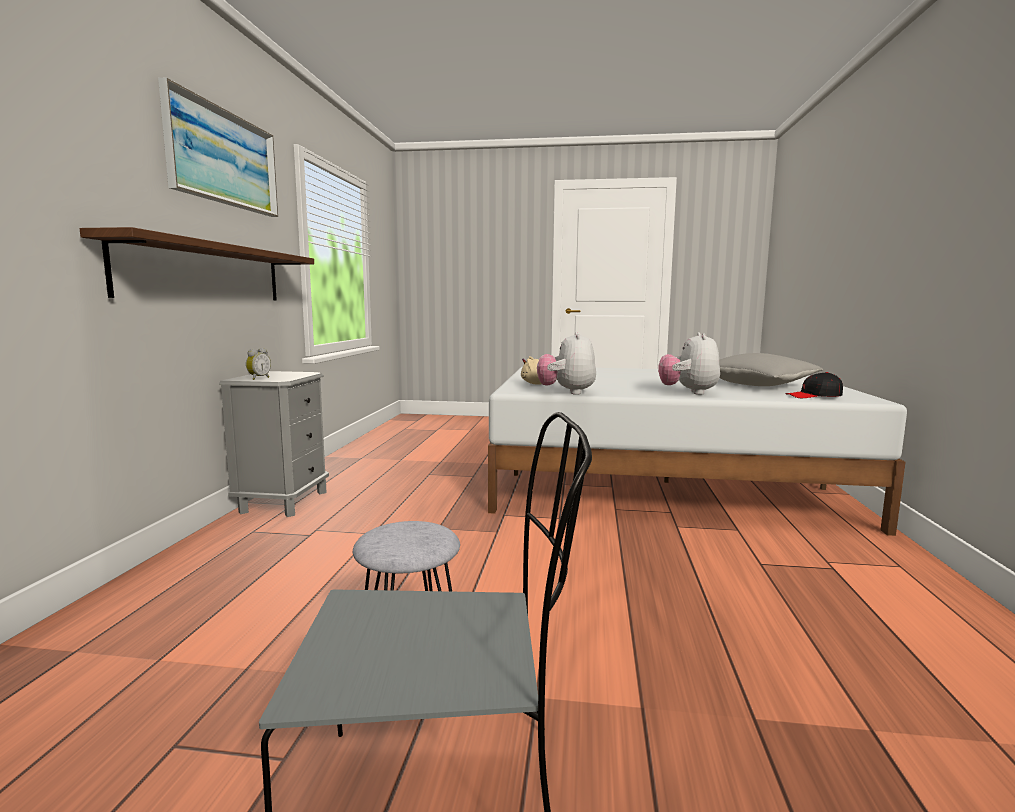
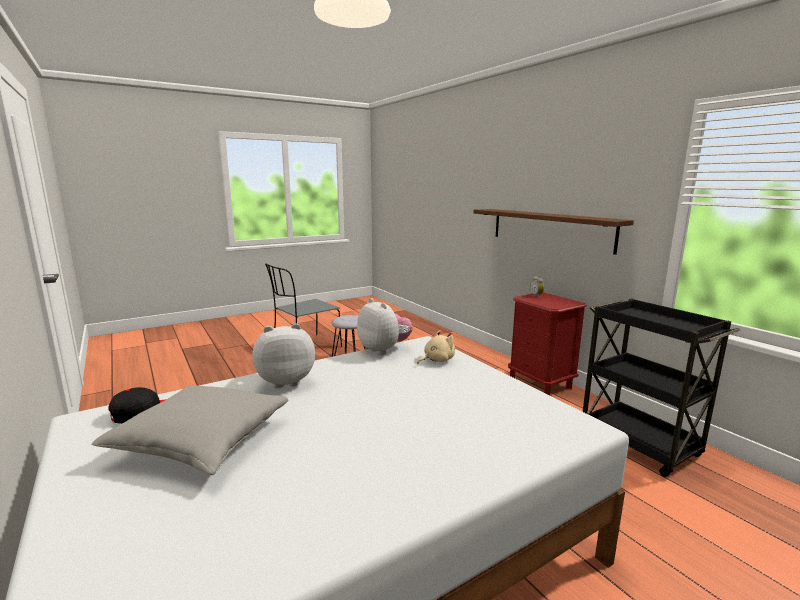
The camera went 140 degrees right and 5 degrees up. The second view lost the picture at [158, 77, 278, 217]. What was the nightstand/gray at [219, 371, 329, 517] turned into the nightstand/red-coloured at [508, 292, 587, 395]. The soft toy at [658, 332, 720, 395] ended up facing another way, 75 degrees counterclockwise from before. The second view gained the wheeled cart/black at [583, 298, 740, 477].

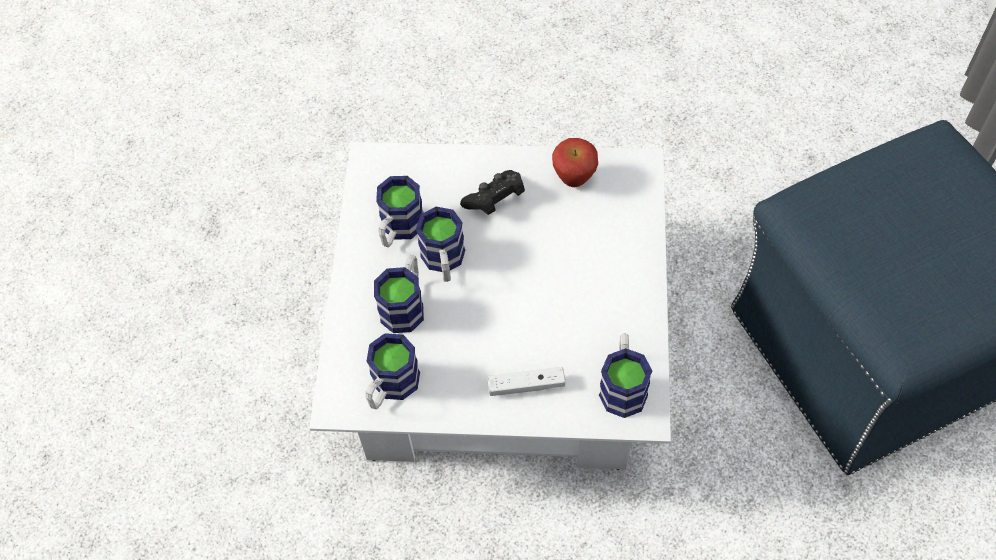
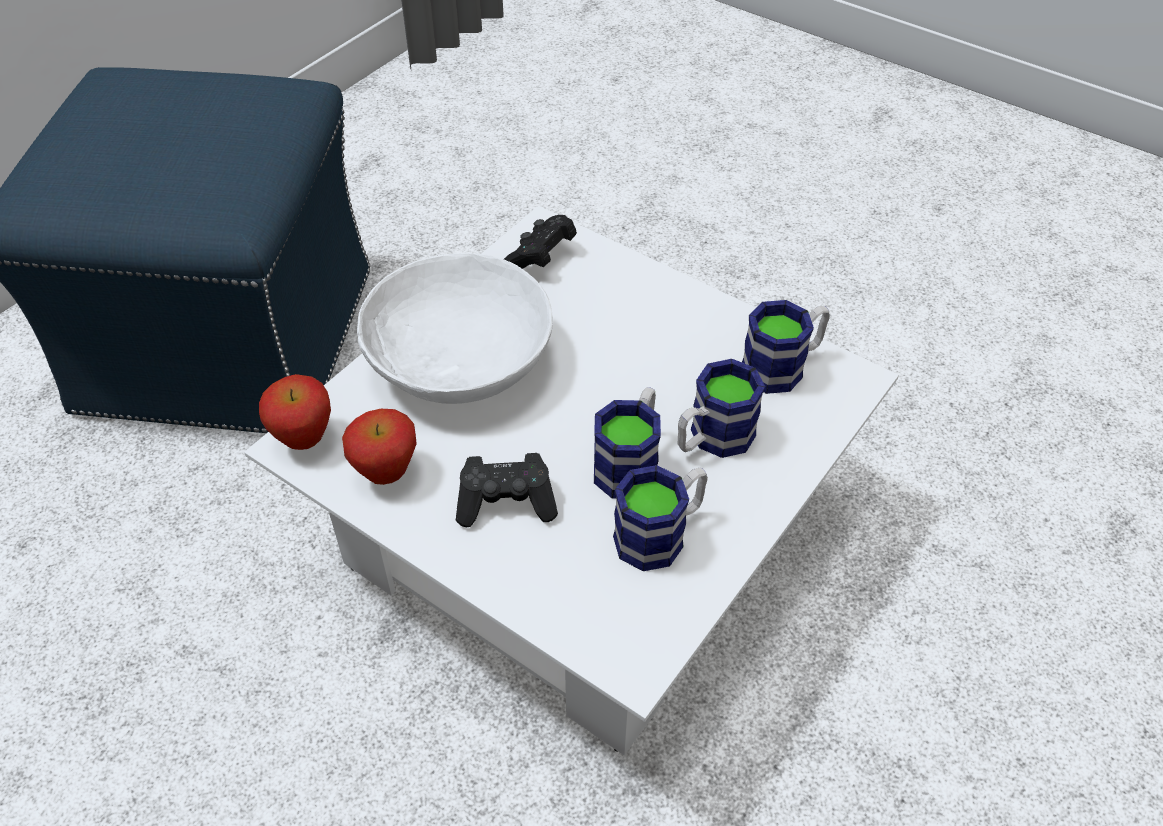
The camera went 150 degrees left and 10 degrees down. The second view lost the joypad/white-coloured at [487, 367, 565, 396]. Where the coffee mug stood at [599, 334, 652, 418], the joypad/black came to stand at [504, 215, 577, 269]. The second view gained the apple at [259, 374, 331, 450]. The second view gained the bowl/white-coloured at [357, 253, 553, 404].

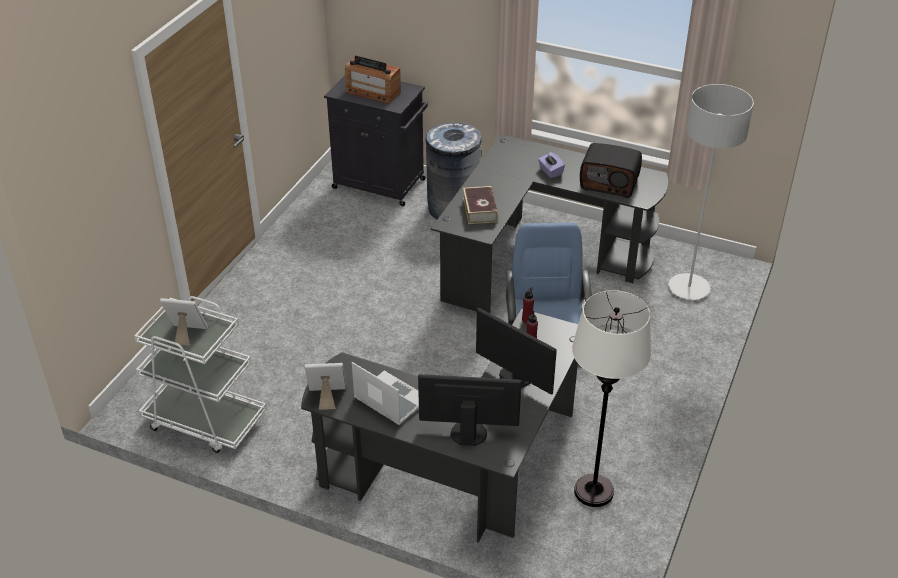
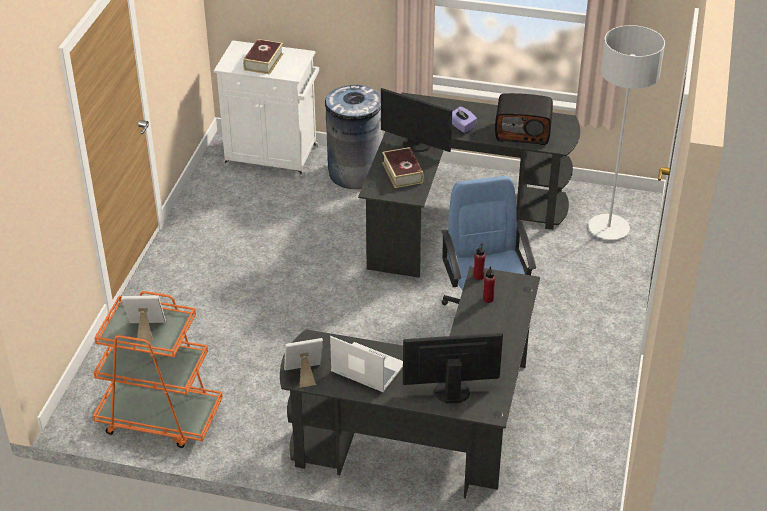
The camera went 10 degrees left and 0 degrees up. What was the wheeled cart/white-coloured at [134, 296, 267, 453] turned into the wheeled cart/orange-coloured at [93, 291, 223, 448]. What was the storage cabinet/black at [324, 75, 428, 206] turned into the storage cabinet/white-coloured at [214, 40, 319, 176]. Where the radio set stood at [345, 56, 401, 104], the book came to stand at [243, 39, 284, 75]. The monitor ended up elsewhere, having gone from [476, 308, 557, 394] to [381, 88, 452, 152]. The second view lost the standing lamp/white-coloured at [572, 290, 652, 507].

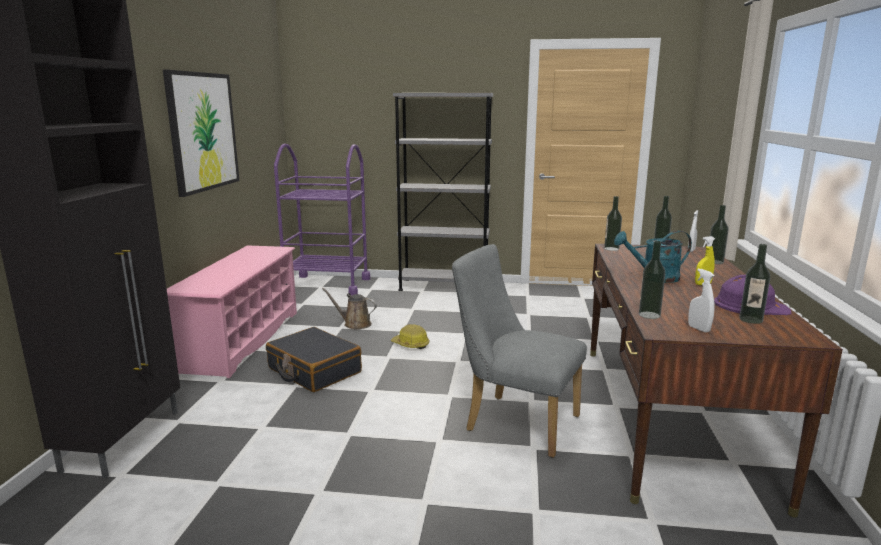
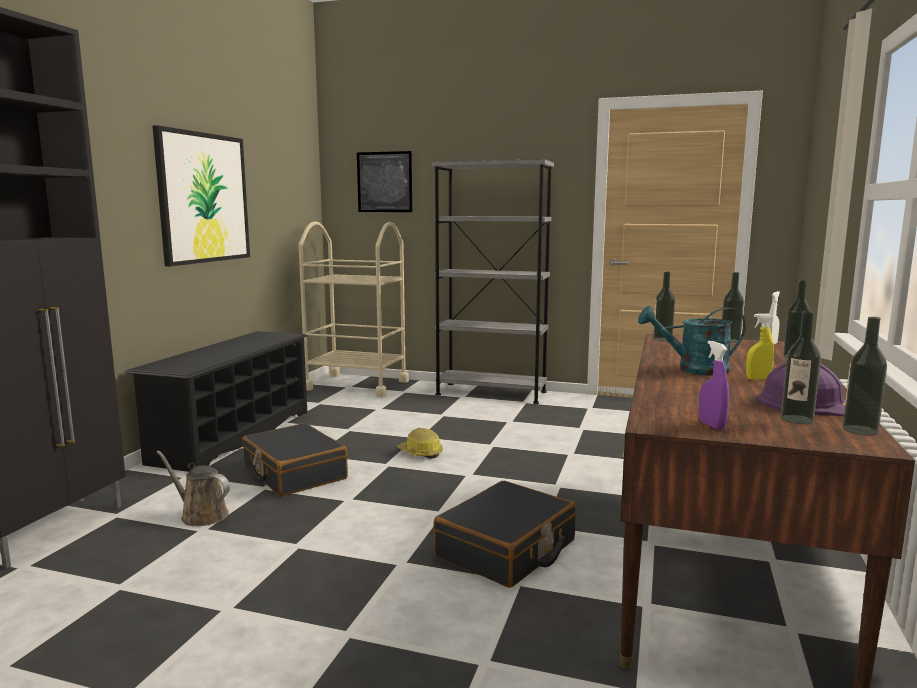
The camera went 10 degrees right and 5 degrees down. What was the shoe rack/pink-coloured at [167, 245, 297, 378] turned into the shoe rack/black at [124, 331, 308, 472]. What was the wheeled cart/purple at [274, 144, 370, 296] turned into the wheeled cart/sand-coloured at [298, 221, 409, 398]. The watering can/brownish ended up elsewhere, having gone from [322, 288, 377, 329] to [156, 450, 230, 526]. Where the plain chair/gray stood at [452, 244, 587, 458], the suitcase/black came to stand at [433, 481, 576, 588]. The beverage bottle ended up elsewhere, having gone from [639, 241, 665, 319] to [842, 317, 887, 435]. What was the spray bottle/white-coloured at [688, 268, 715, 333] turned into the spray bottle/purple at [699, 341, 729, 430]. The second view gained the picture at [357, 151, 412, 212].

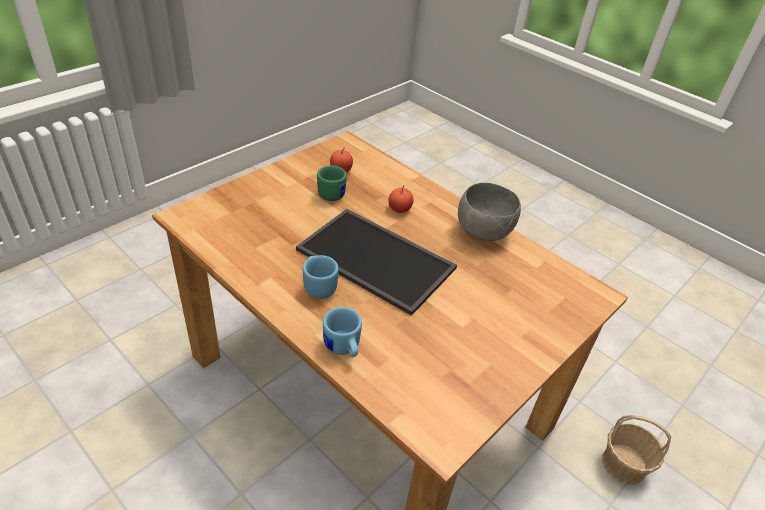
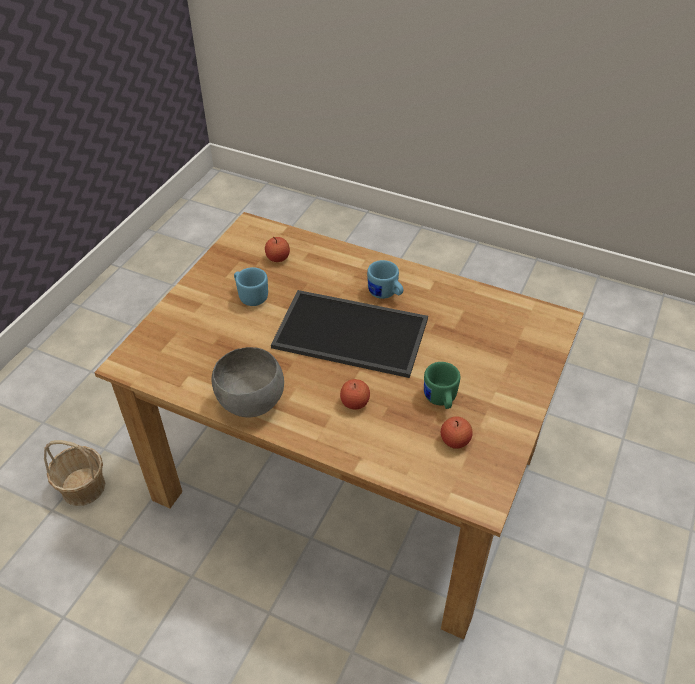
The camera went 165 degrees right and 5 degrees up. The coffee mug/blue-coloured ended up elsewhere, having gone from [323, 307, 362, 357] to [234, 267, 268, 306]. The second view gained the apple at [265, 237, 290, 262].

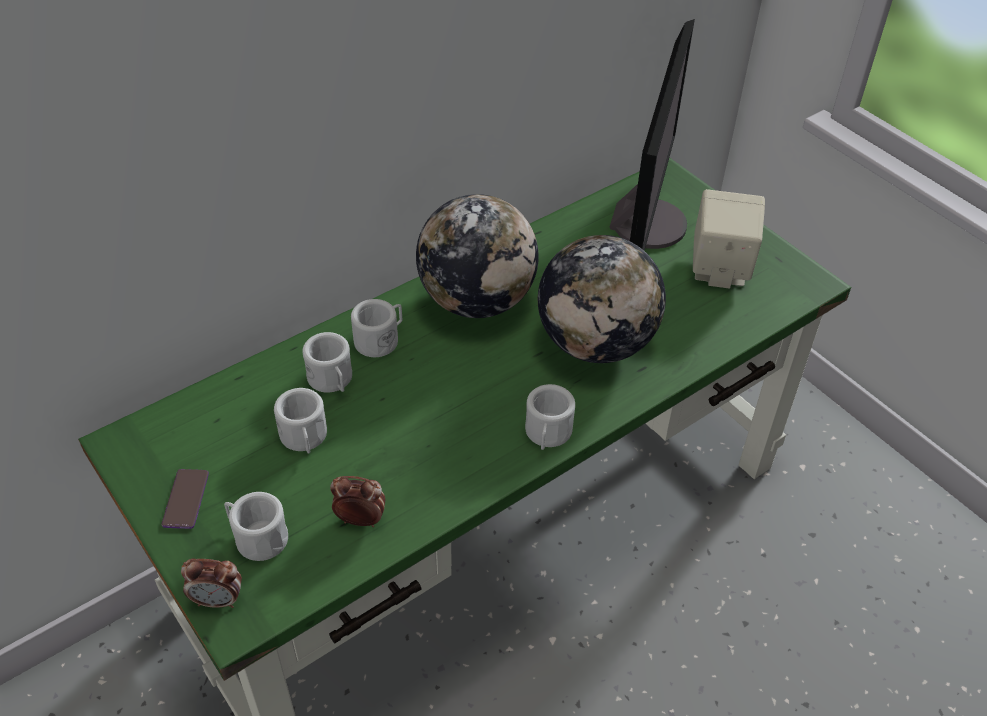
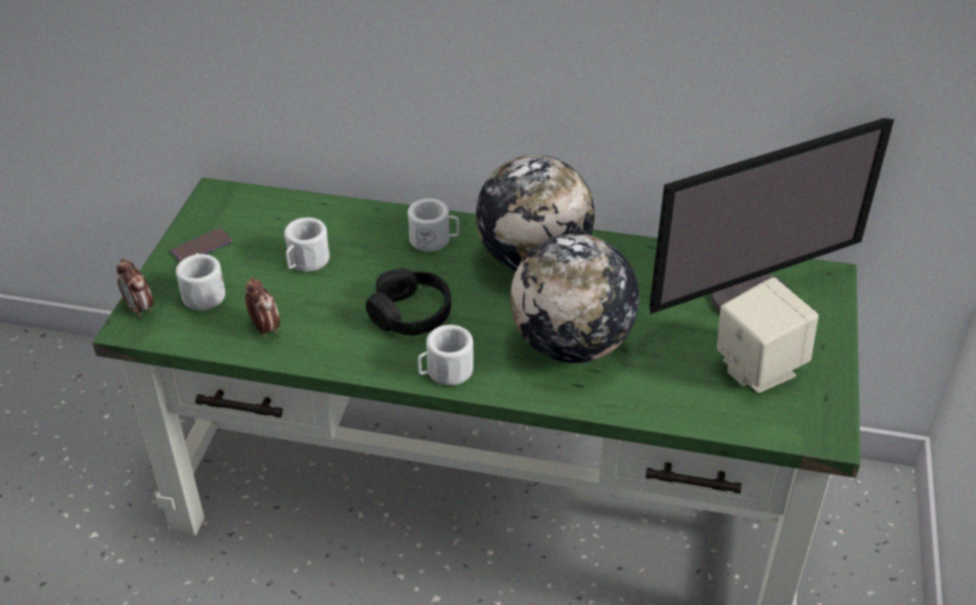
The camera went 50 degrees right and 5 degrees down. The second view lost the coffee mug/white-coloured at [302, 332, 352, 392]. The second view gained the headset/black at [366, 268, 451, 336].

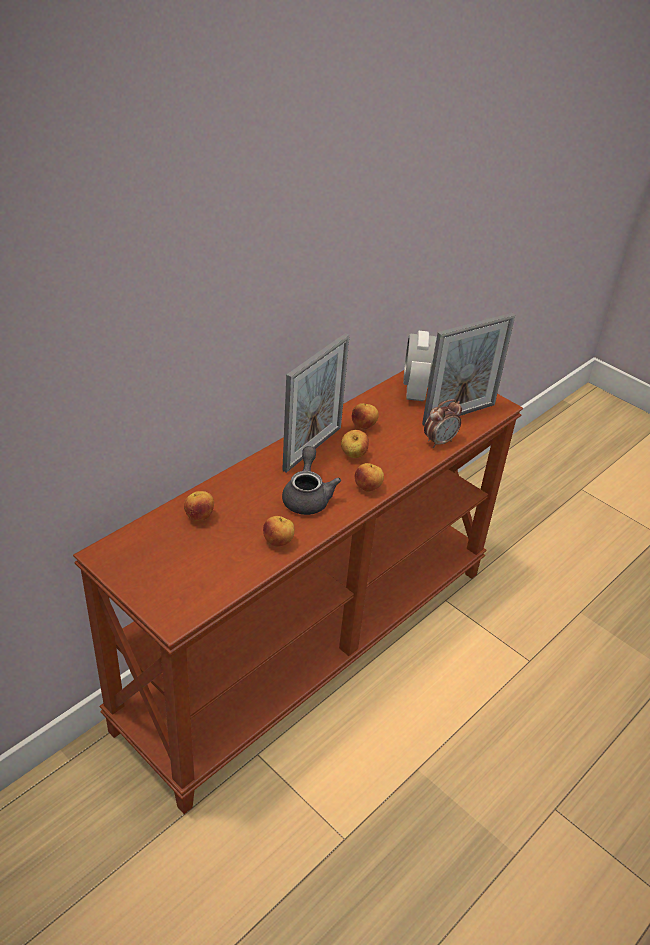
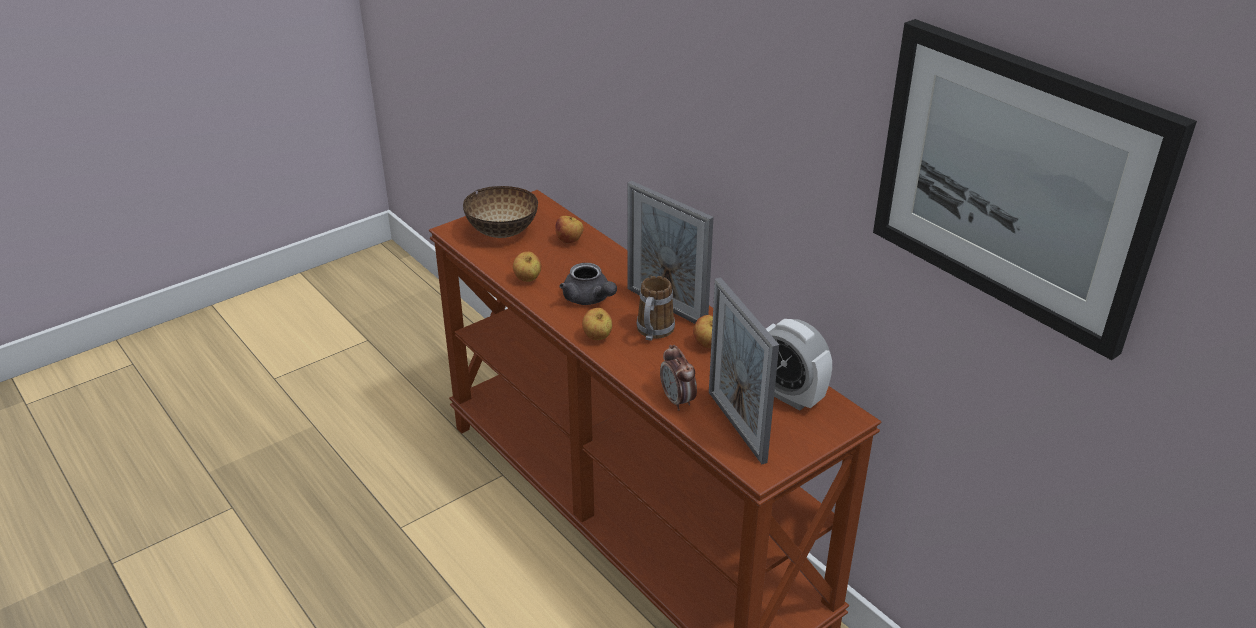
The camera went 100 degrees right and 5 degrees down. The tea pot/gray at [282, 446, 341, 515] ended up facing another way, 45 degrees clockwise from before. Where the apple stood at [341, 430, 369, 458], the coffee mug came to stand at [637, 276, 675, 341]. The table clock at [403, 331, 437, 401] ended up facing another way, 150 degrees counterclockwise from before. The second view gained the bowl at [463, 186, 538, 238]. The second view gained the picture at [873, 19, 1197, 360].

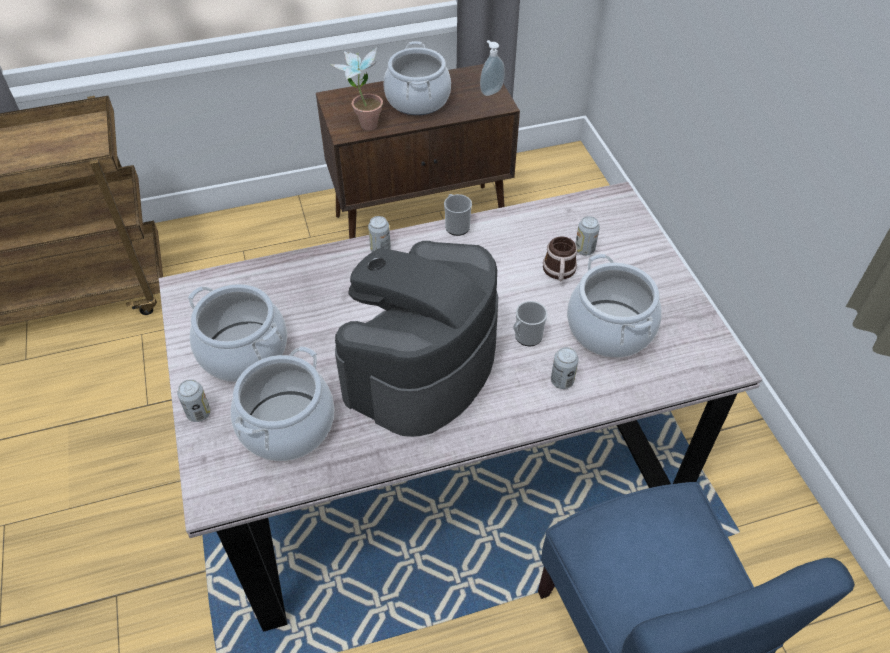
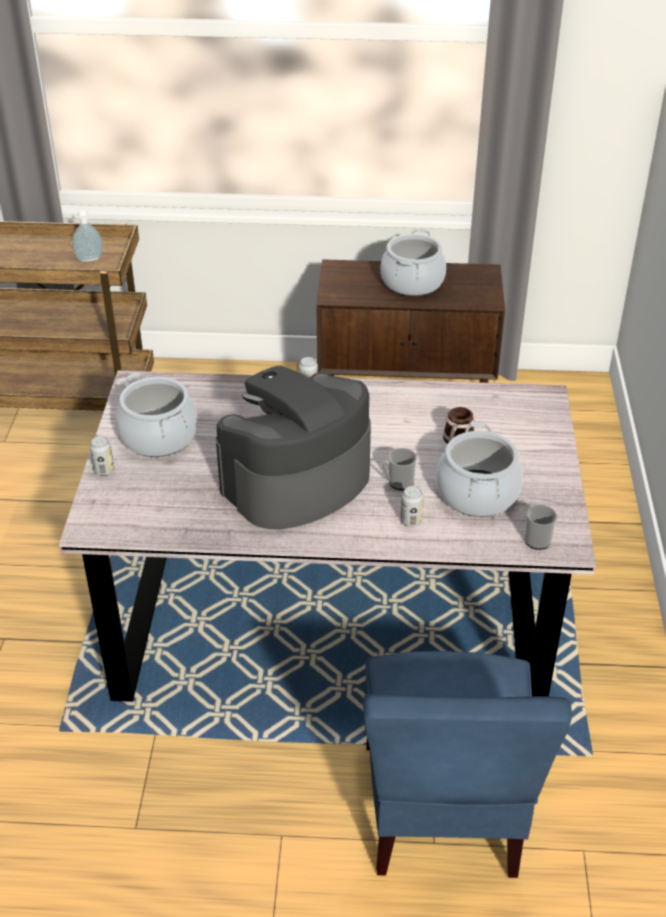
The camera went 20 degrees right and 10 degrees down. The second view lost the saucepot at [231, 346, 335, 461]. The second view lost the potted plant at [330, 47, 383, 131]. The coffee mug ended up elsewhere, having gone from [444, 194, 472, 236] to [524, 503, 557, 550]. The soap bottle ended up elsewhere, having gone from [480, 40, 505, 96] to [73, 208, 103, 262]. The second view lost the metal can at [575, 216, 600, 255].

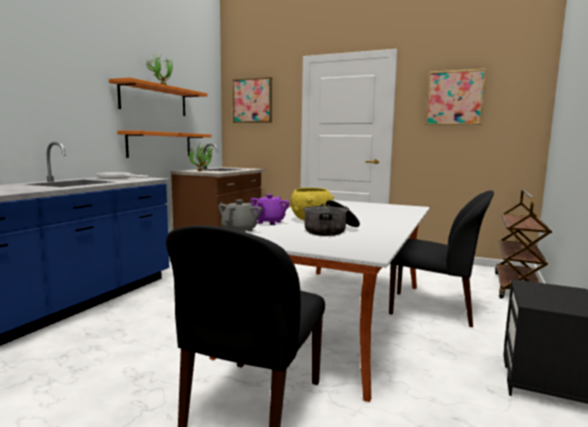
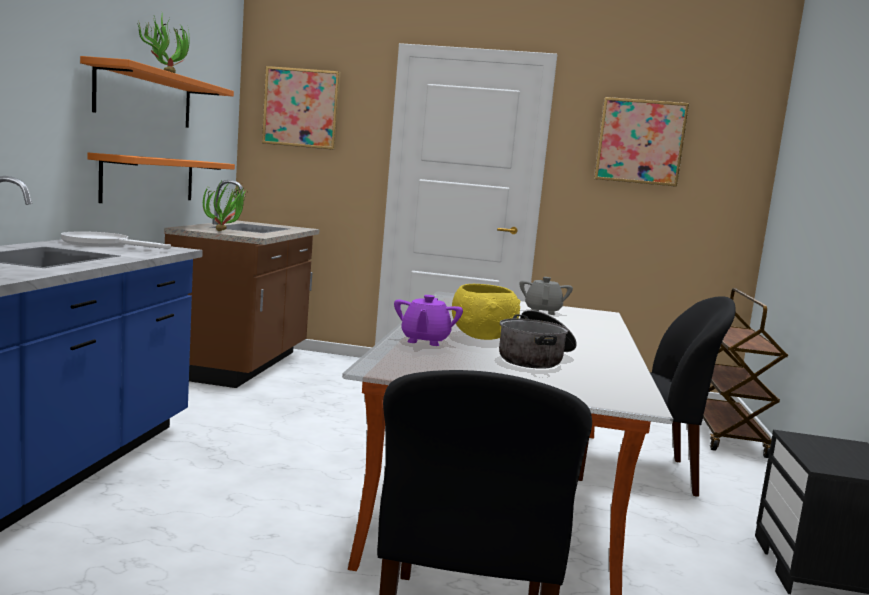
The camera went 15 degrees left and 0 degrees up. The tea pot/gray ended up elsewhere, having gone from [218, 200, 262, 232] to [519, 277, 573, 315].

